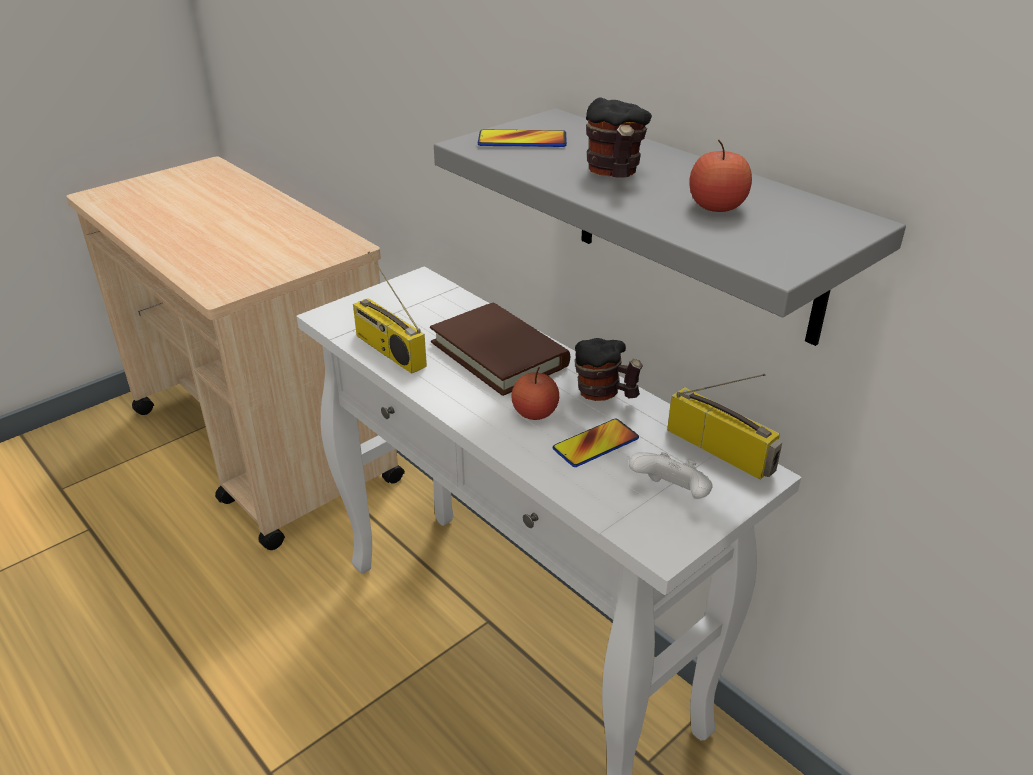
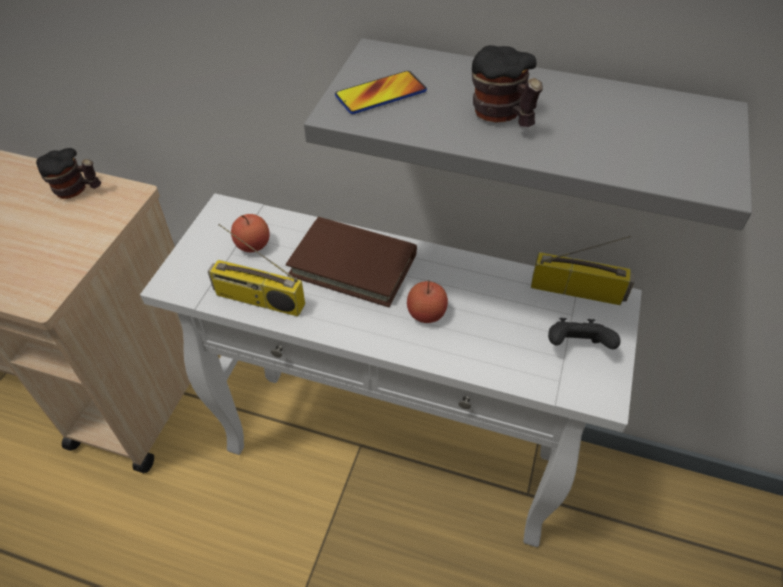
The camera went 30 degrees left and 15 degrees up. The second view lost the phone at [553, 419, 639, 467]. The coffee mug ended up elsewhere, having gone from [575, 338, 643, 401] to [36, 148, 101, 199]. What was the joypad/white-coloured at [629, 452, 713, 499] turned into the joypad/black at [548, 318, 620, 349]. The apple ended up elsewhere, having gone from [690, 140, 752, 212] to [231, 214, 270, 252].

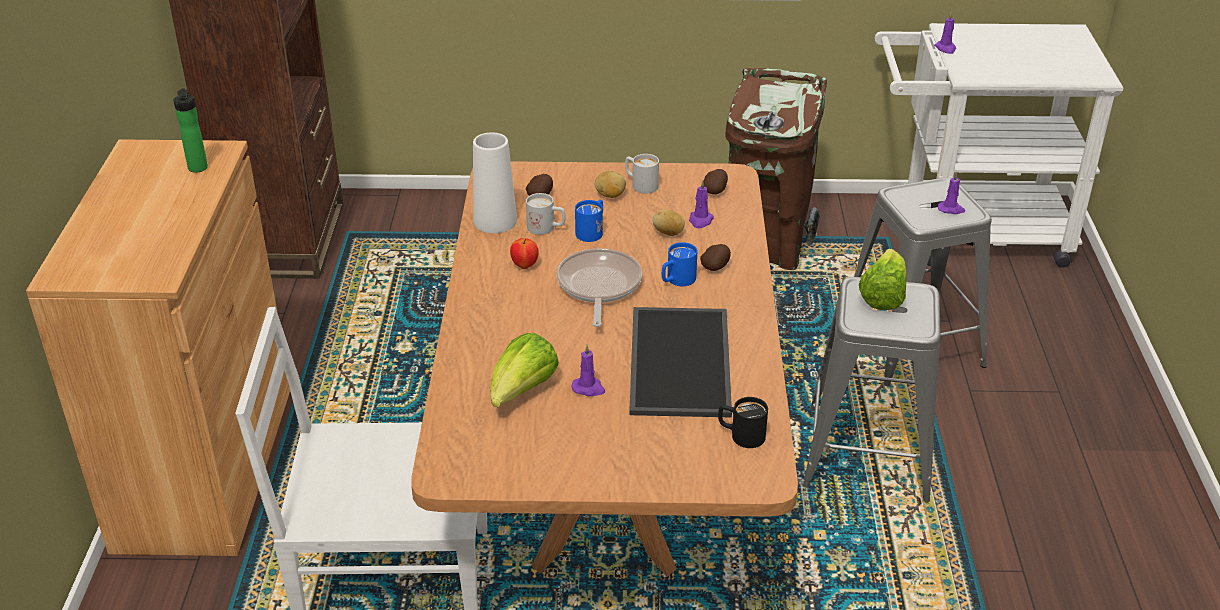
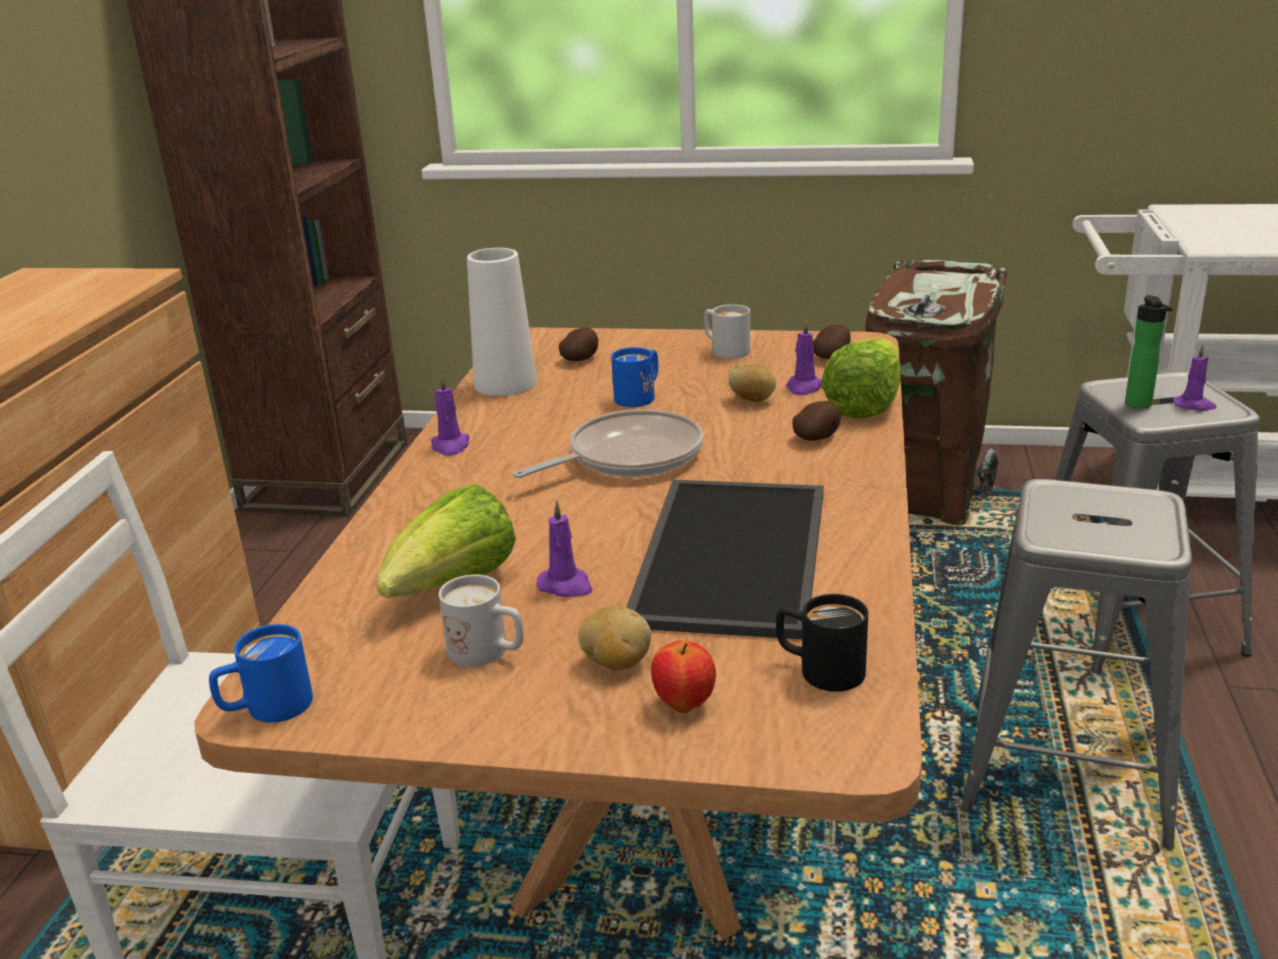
The camera went 10 degrees right and 10 degrees down. The beverage bottle ended up elsewhere, having gone from [173, 88, 208, 173] to [1125, 295, 1173, 409]. The apple ended up elsewhere, having gone from [510, 238, 539, 269] to [651, 641, 716, 713]. The coffee mug/white-coloured ended up elsewhere, having gone from [526, 193, 565, 235] to [439, 574, 524, 667]. The skillet at [557, 248, 642, 327] ended up facing another way, 45 degrees clockwise from before. The spud ended up elsewhere, having gone from [595, 171, 626, 198] to [578, 606, 651, 670]. The coffee mug/blue-coloured ended up elsewhere, having gone from [662, 242, 697, 286] to [209, 624, 313, 723]. The head of lettuce ended up elsewhere, having gone from [859, 249, 907, 310] to [821, 337, 901, 418]. The wax candle/purple ended up elsewhere, having gone from [934, 12, 956, 54] to [431, 374, 470, 456].

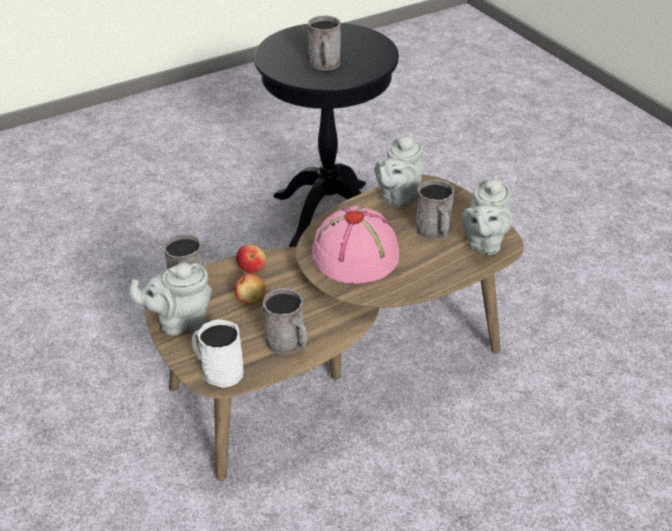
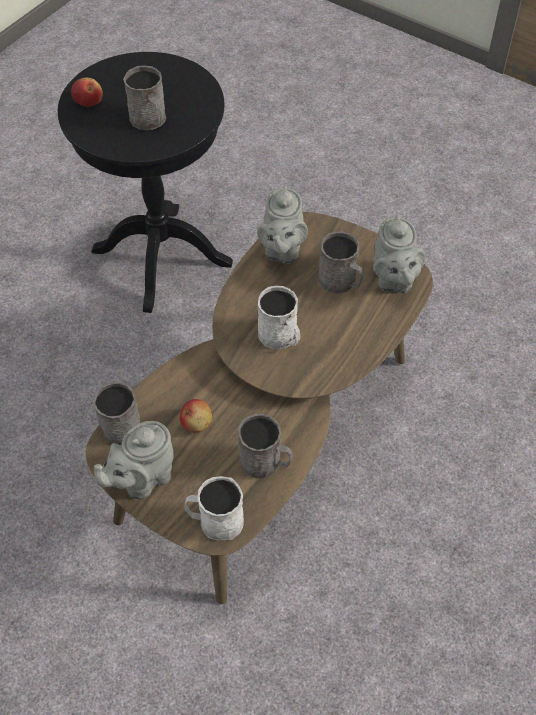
The camera went 25 degrees left and 15 degrees up. The apple ended up elsewhere, having gone from [236, 244, 266, 273] to [71, 77, 103, 107]. Where the hat/pink-coloured stood at [312, 206, 399, 284], the coffee mug/white-coloured came to stand at [258, 286, 300, 349].

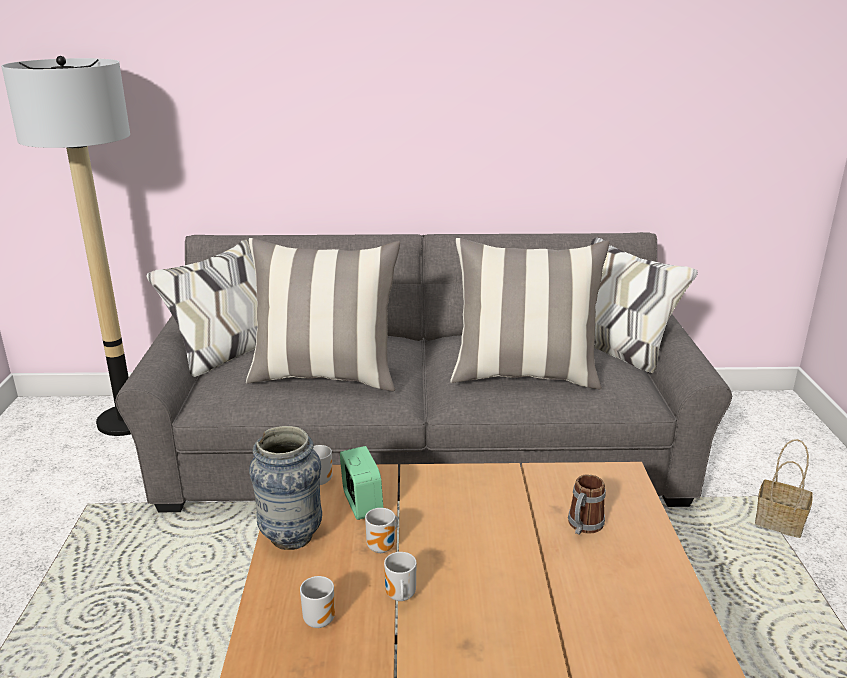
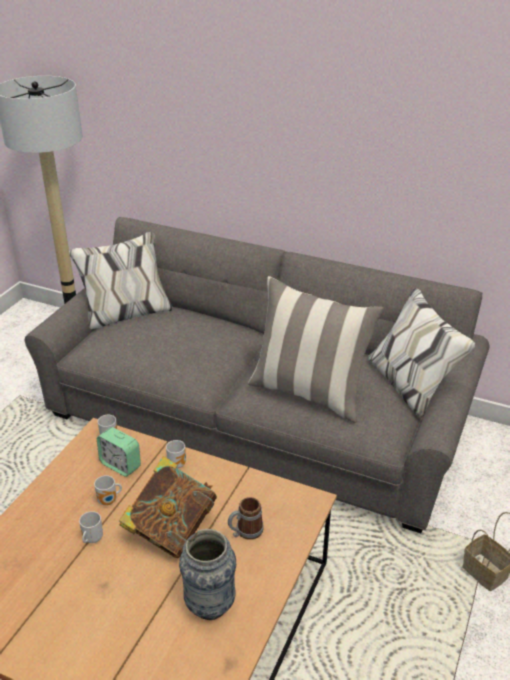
The camera went 25 degrees right and 10 degrees up. The second view lost the cushion at [246, 238, 400, 391]. The vase ended up elsewhere, having gone from [249, 426, 322, 550] to [179, 529, 236, 620]. The coffee mug ended up elsewhere, having gone from [300, 576, 335, 628] to [166, 440, 186, 469]. The table clock at [340, 446, 383, 520] ended up facing another way, 120 degrees clockwise from before. The second view gained the book at [119, 456, 217, 558].

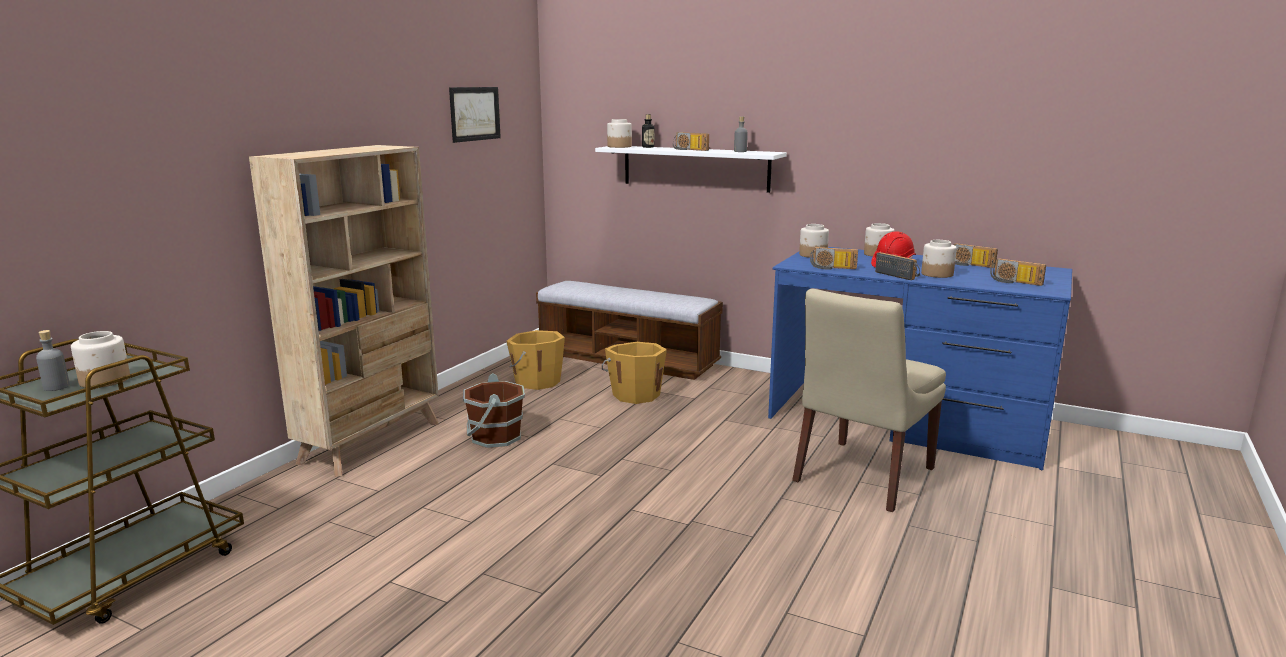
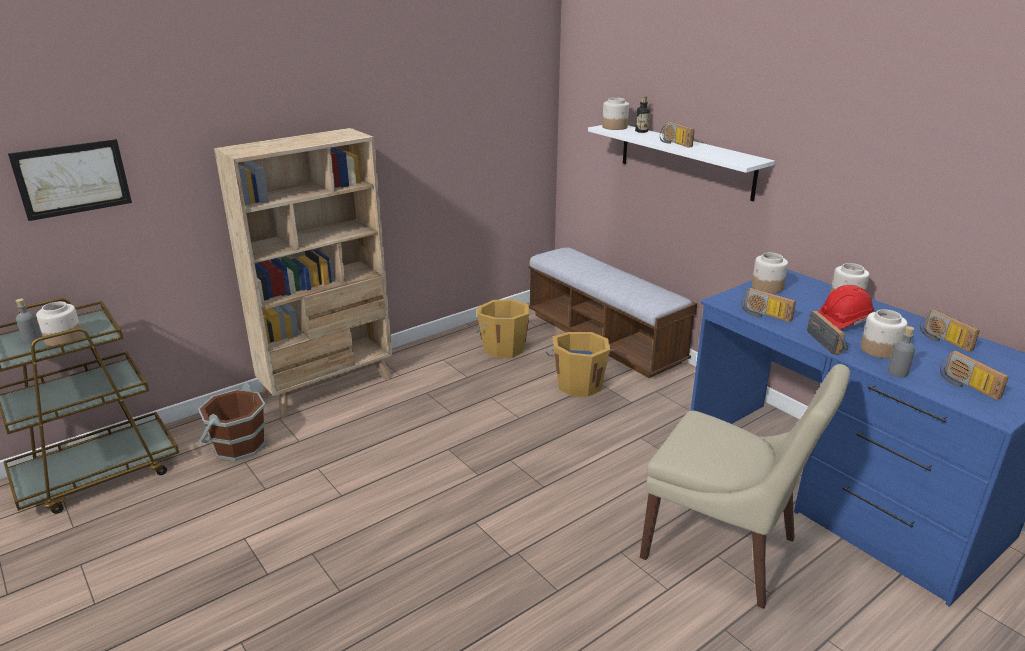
The camera went 25 degrees right and 10 degrees up. The picture ended up elsewhere, having gone from [449, 87, 501, 143] to [8, 139, 132, 221]. The water bucket/brownish ended up elsewhere, having gone from [463, 373, 525, 448] to [198, 383, 265, 461]. The beverage bottle/gray ended up elsewhere, having gone from [734, 116, 748, 152] to [888, 326, 915, 377]. The plain chair/sand-coloured at [792, 289, 946, 512] ended up facing another way, 120 degrees counterclockwise from before.

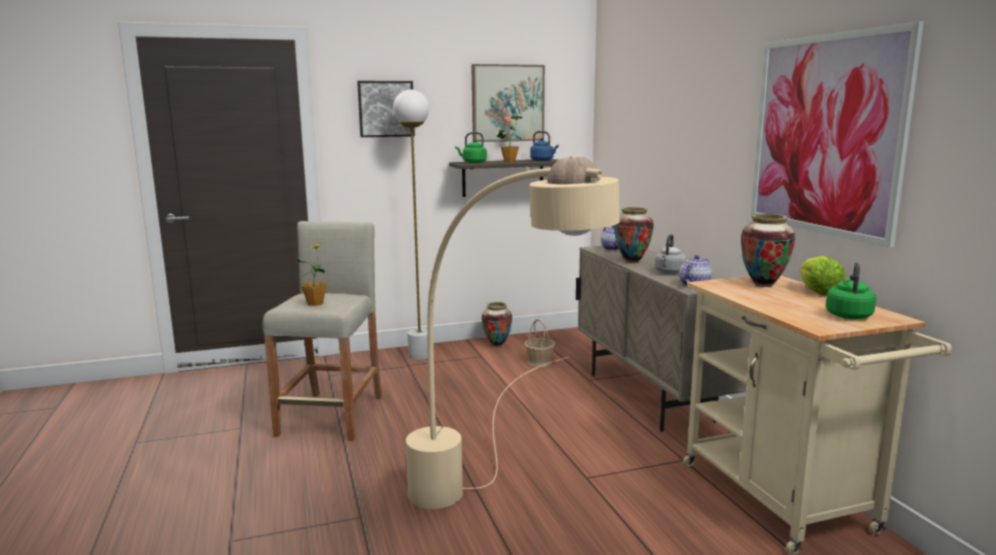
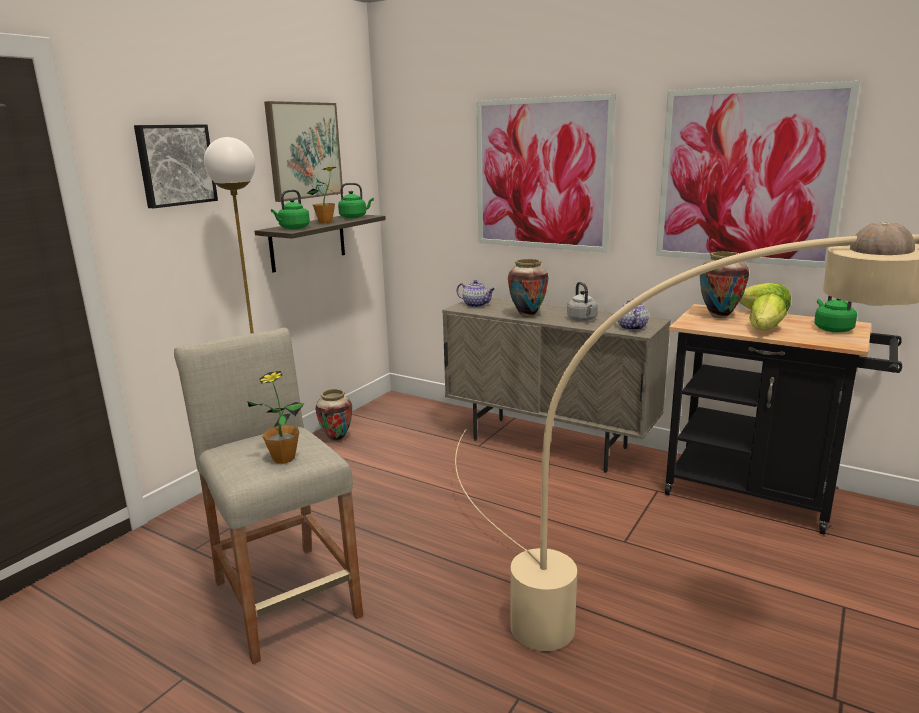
The camera went 40 degrees left and 5 degrees up. The second view lost the household basket at [524, 319, 555, 367]. What was the water kettle/blue-coloured at [530, 131, 559, 161] turned into the water kettle/green at [338, 183, 374, 218]. What was the wheeled cart/sand-coloured at [683, 276, 952, 555] turned into the wheeled cart/black at [665, 304, 902, 535]. The second view gained the picture at [476, 94, 616, 253]. The second view gained the head of lettuce at [749, 293, 787, 331].

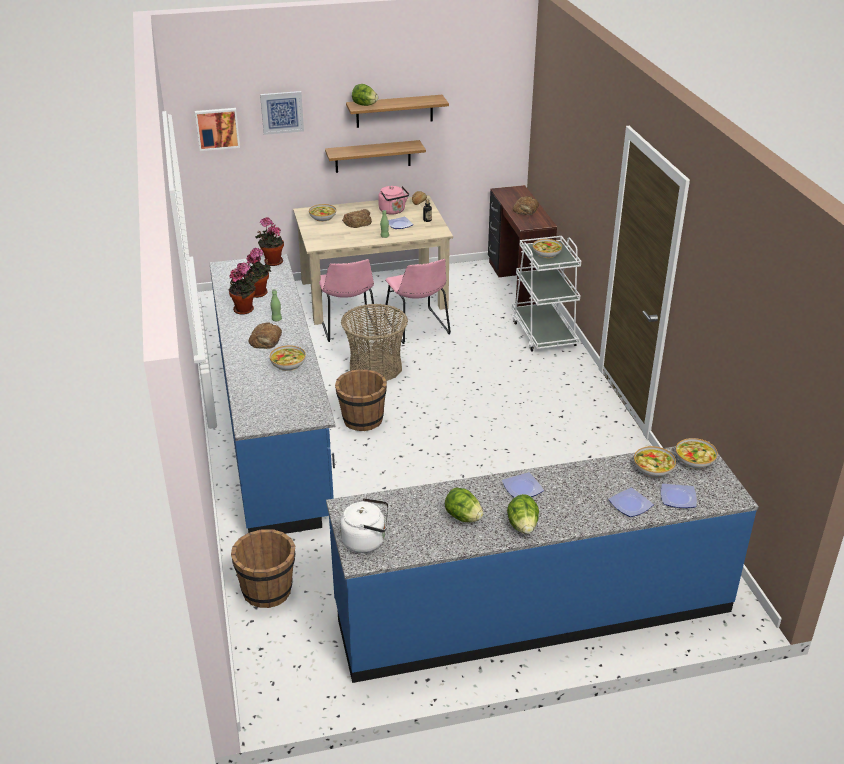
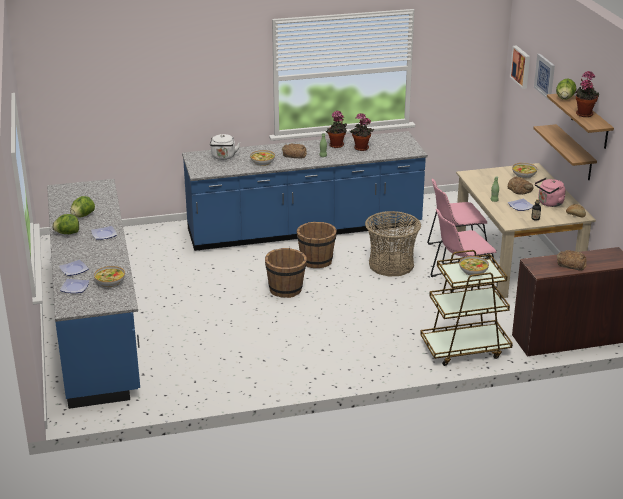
The camera went 90 degrees right and 5 degrees down. The water bucket/brownish ended up elsewhere, having gone from [231, 529, 295, 608] to [265, 248, 307, 298]. The potted plant ended up elsewhere, having gone from [255, 217, 284, 266] to [575, 71, 599, 117]. The water kettle/white-coloured ended up elsewhere, having gone from [340, 498, 389, 553] to [210, 134, 240, 160]. What was the wheeled cart/white-coloured at [512, 236, 581, 352] turned into the wheeled cart/brownish at [420, 250, 513, 366]. The second view lost the bowl at [676, 438, 718, 469].

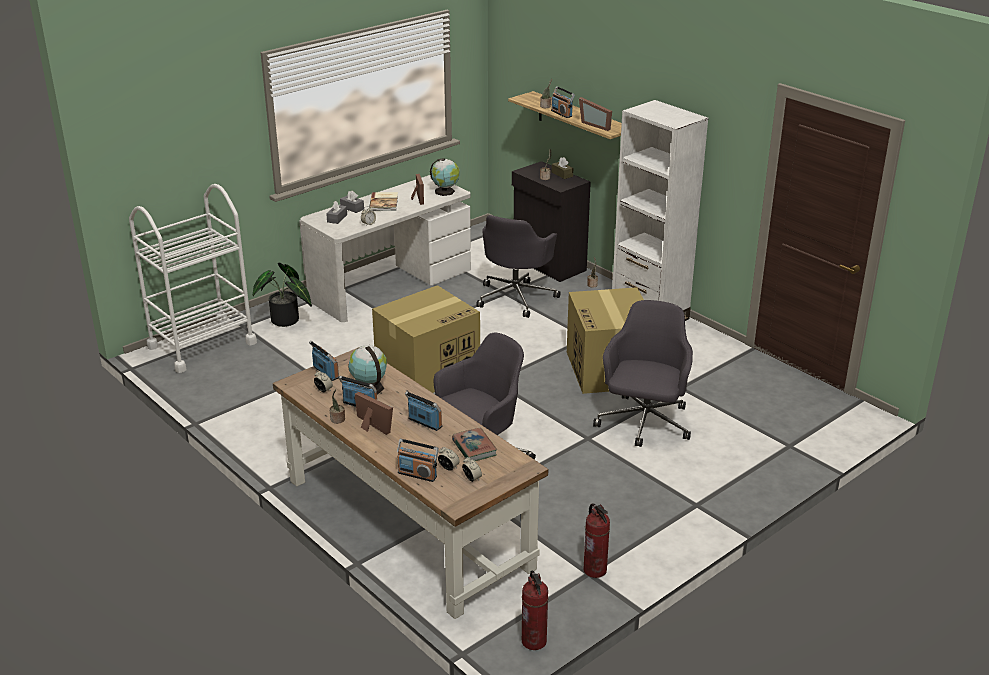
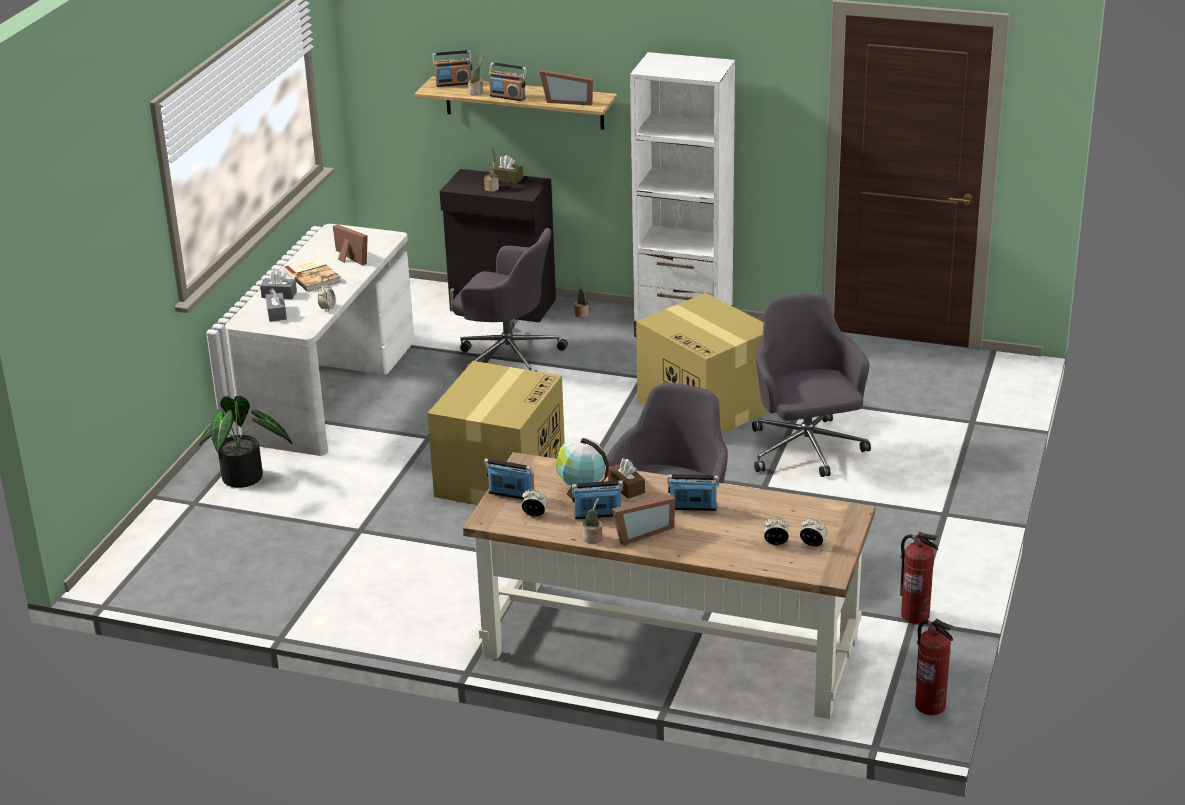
The camera went 30 degrees left and 0 degrees up. The second view lost the wheeled cart/white-coloured at [129, 184, 257, 373]. The photo frame at [355, 392, 393, 435] ended up facing another way, 135 degrees clockwise from before. The radio set ended up elsewhere, having gone from [397, 439, 439, 482] to [432, 50, 472, 87]. The second view lost the globe at [430, 158, 459, 196]. The second view lost the book at [452, 428, 497, 461]. The computer chair/gray at [476, 215, 560, 318] ended up facing another way, 60 degrees counterclockwise from before. The second view gained the box of tissues/brownish at [608, 458, 645, 499].

